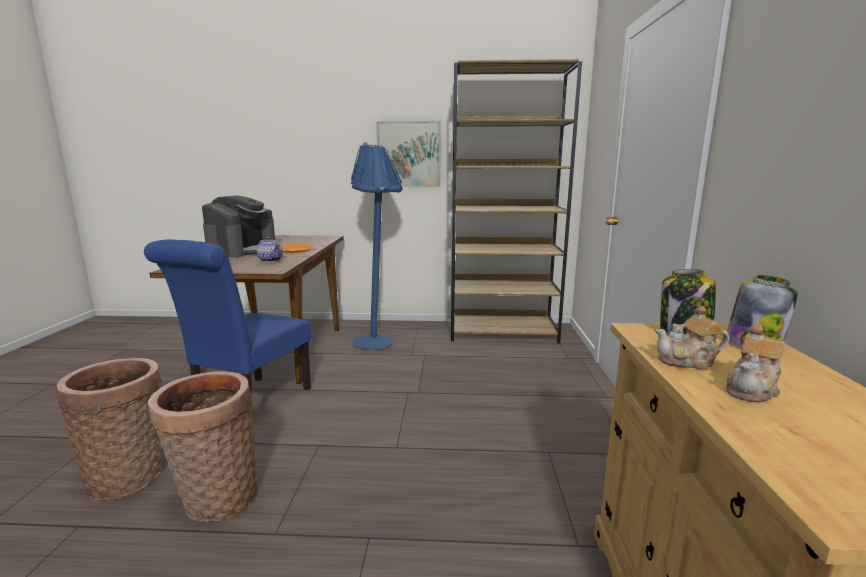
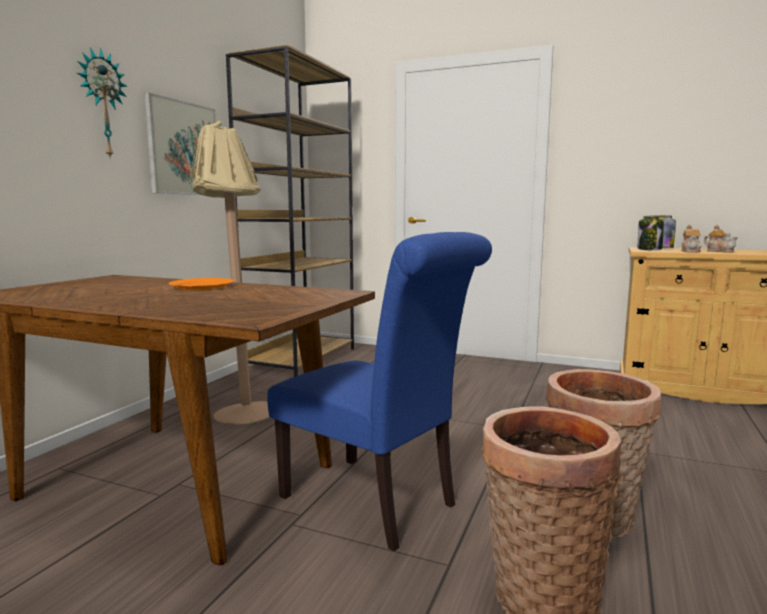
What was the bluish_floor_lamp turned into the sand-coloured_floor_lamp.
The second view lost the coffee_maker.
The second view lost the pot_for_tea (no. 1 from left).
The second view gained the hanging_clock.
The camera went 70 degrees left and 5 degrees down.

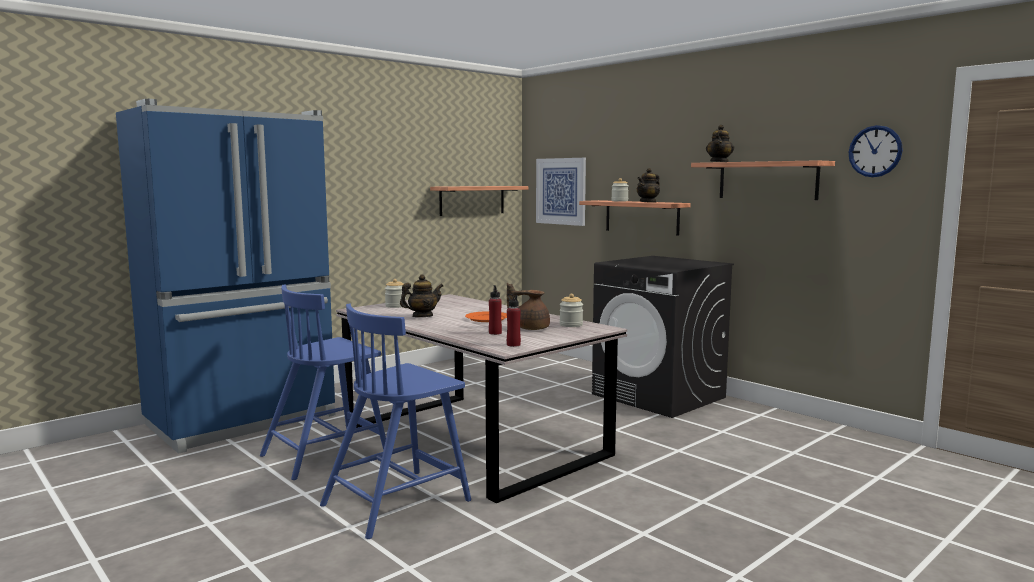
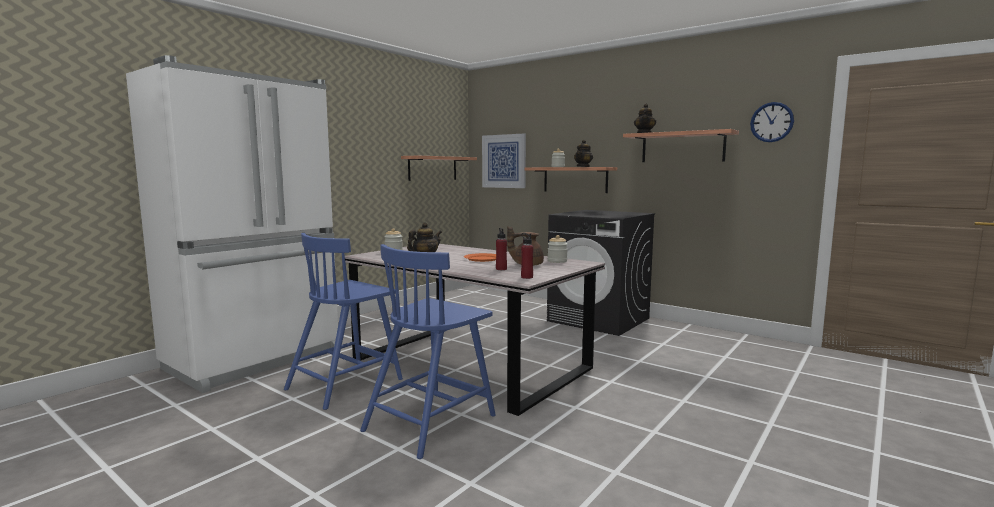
What was the bluish_kitchen_fridge turned into the white_kitchen_fridge.
The camera went 10 degrees left and 0 degrees up.

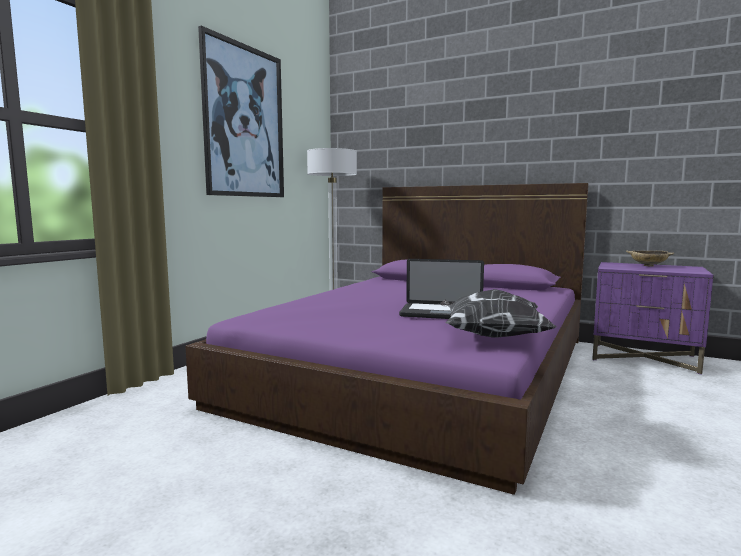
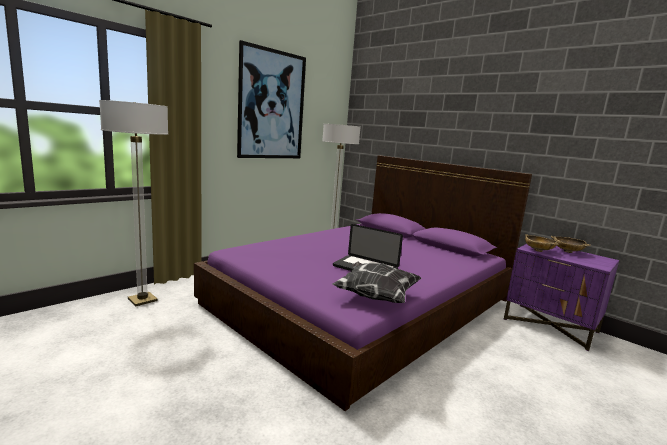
The second view gained the floor_lamp (no. 1 from left).
The second view gained the sand-coloured_deep_dish (no. 1 from left).
The camera went 15 degrees right and 5 degrees up.

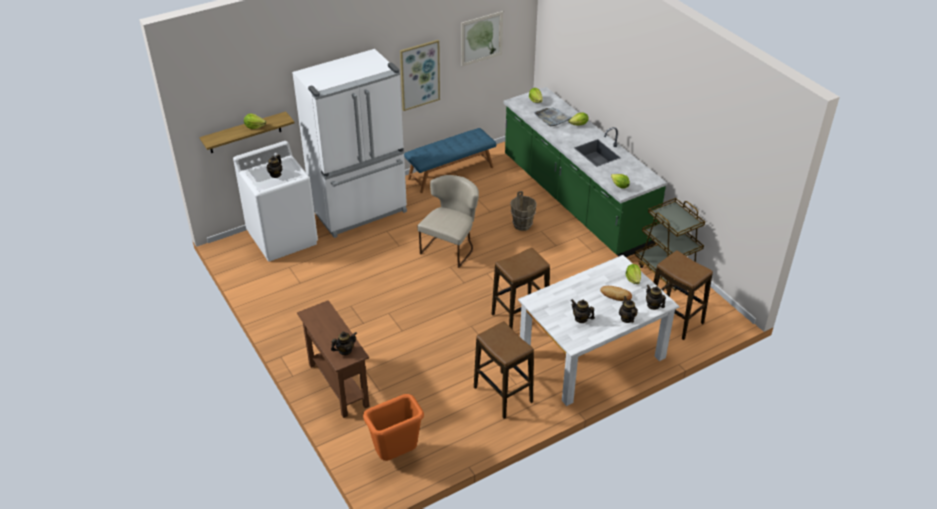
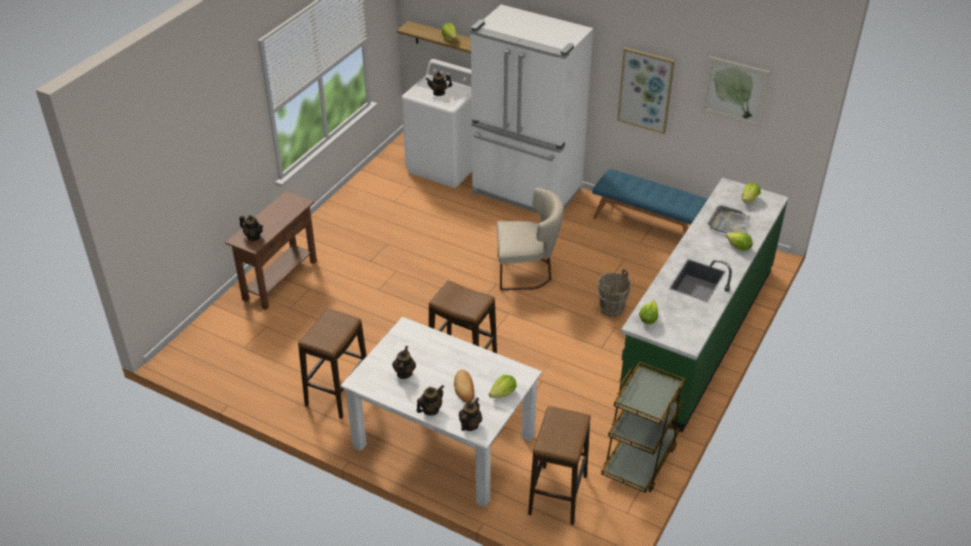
The second view lost the orangey_trash_can.
The camera went 60 degrees right and 0 degrees up.

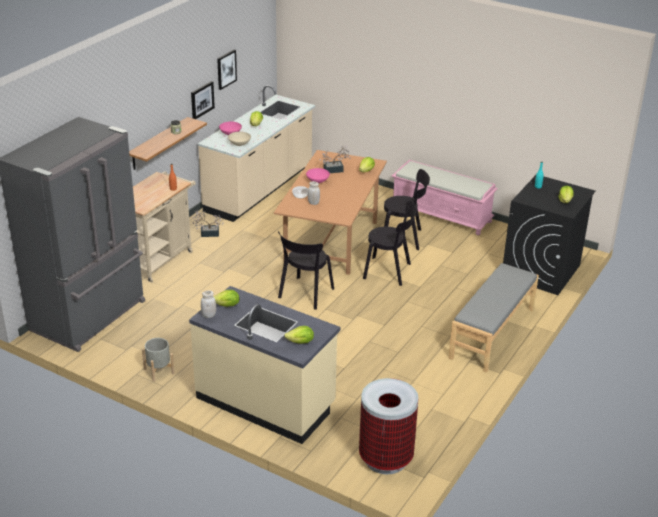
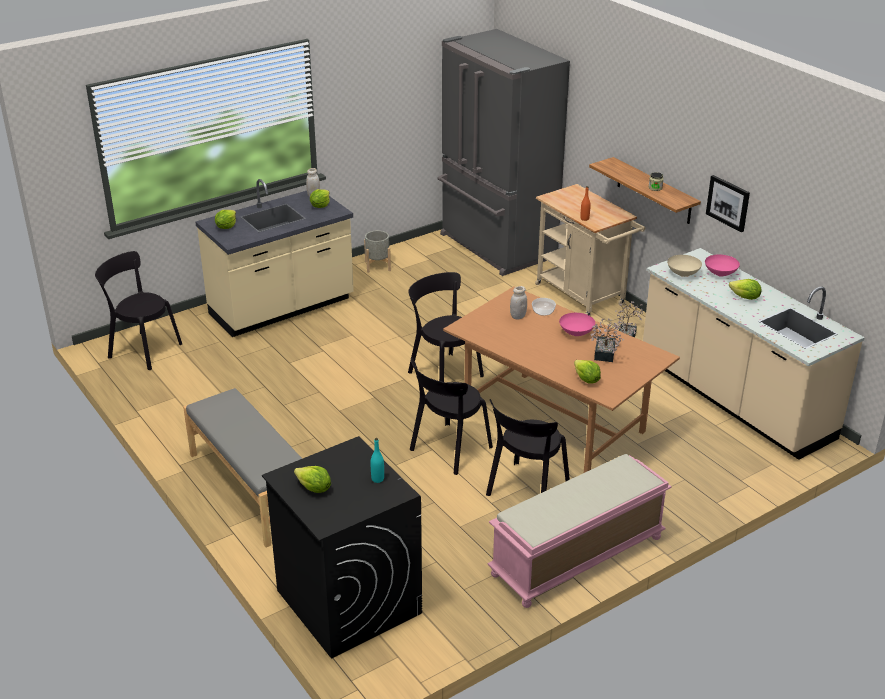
The second view lost the picture (no. 2 from left).
Where the trash_can stood, the black_plain_chair (no. 1 from left) came to stand.
The camera went 115 degrees right and 0 degrees up.

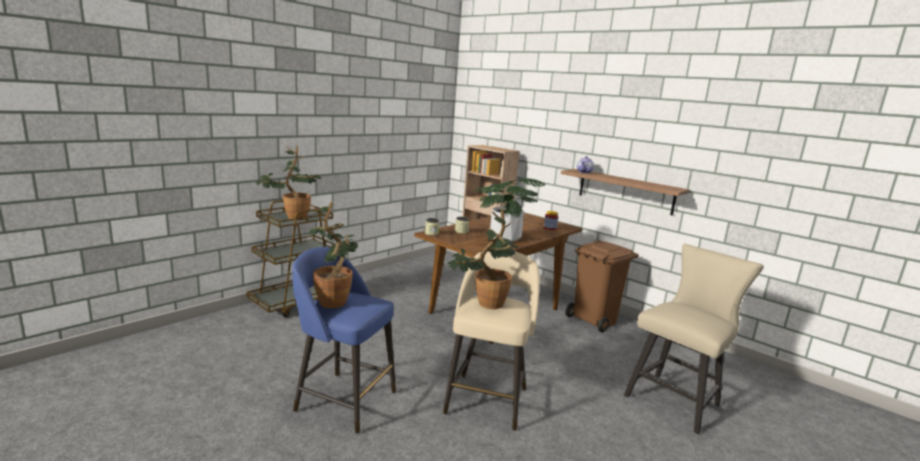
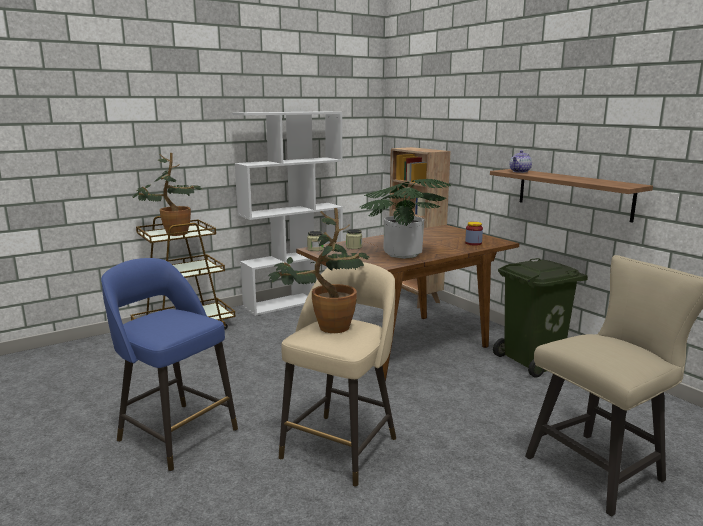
The second view lost the houseplant (no. 2 from left).
What was the brown_trash_can turned into the green-coloured_trash_can.
The second view gained the white_bookcase.
The camera went 15 degrees right and 0 degrees up.

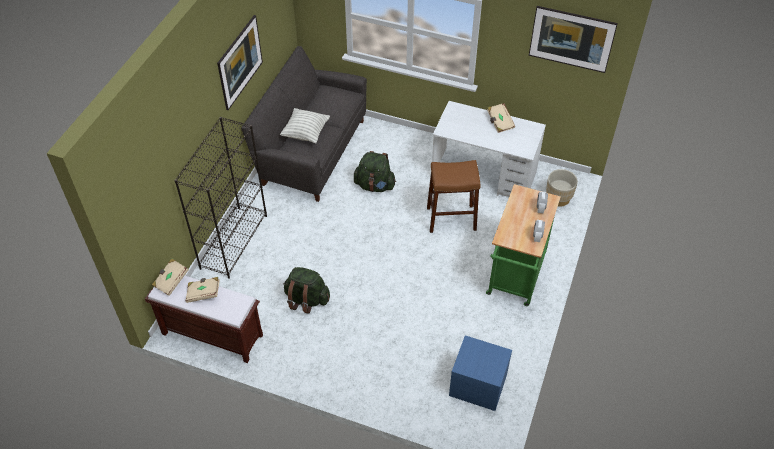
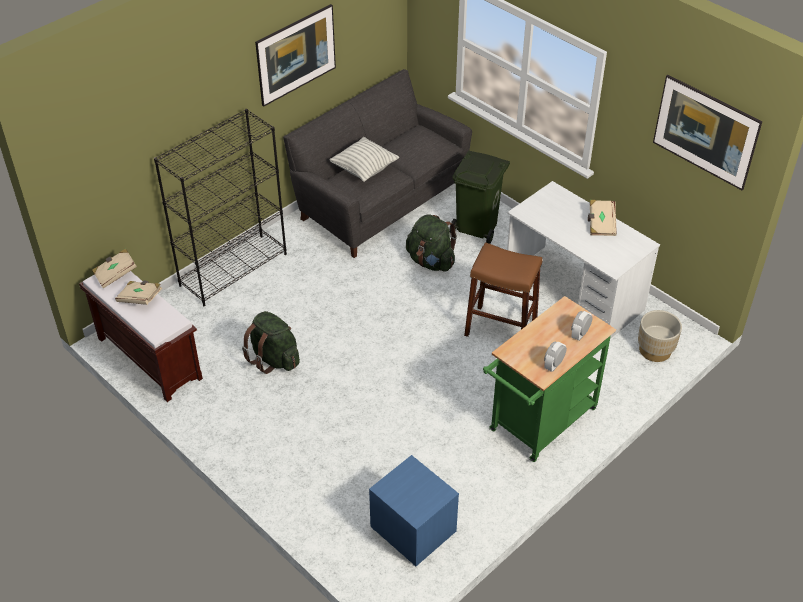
The second view gained the green-coloured_trash_can.
The camera went 25 degrees right and 5 degrees down.

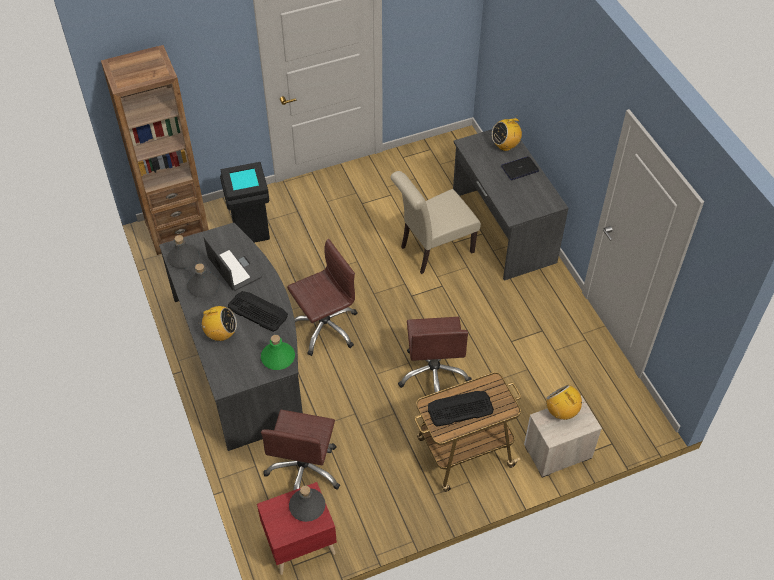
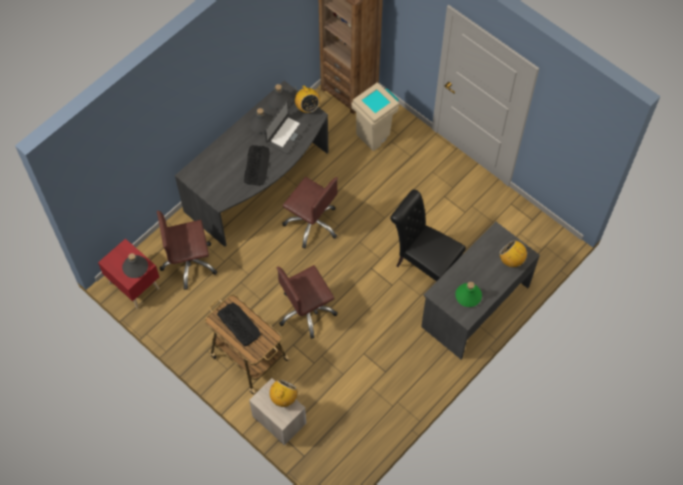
The second view lost the laptop (no. 2 from left).
What was the black_trash_can turned into the sand-coloured_trash_can.
What was the sand-coloured_plain_chair turned into the black_plain_chair.
The radio (no. 1 from left in the first image) ended up elsewhere.
The green-coloured_bottle ended up elsewhere.
The camera went 65 degrees right and 10 degrees up.

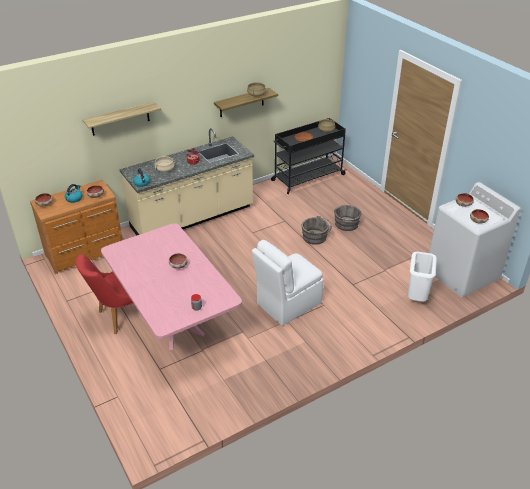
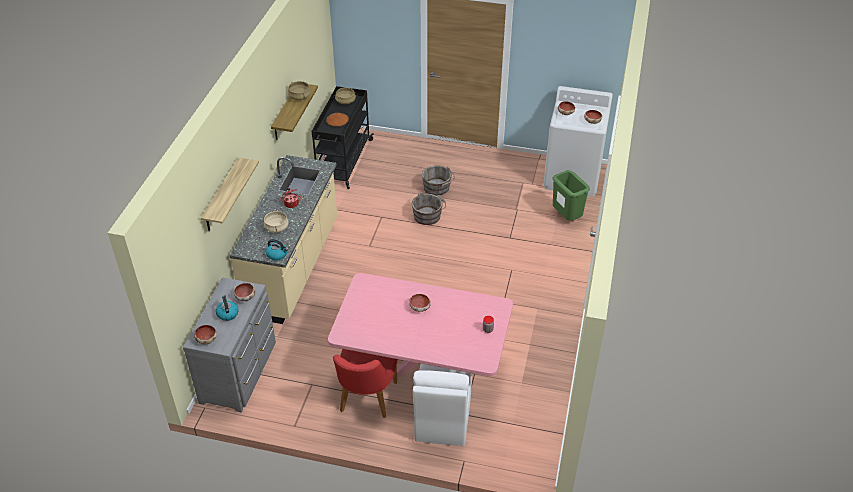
What was the brown_dresser turned into the greyish_dresser.
The white_plain_chair ended up elsewhere.
What was the white_trash_can turned into the green-coloured_trash_can.
The camera went 45 degrees left and 5 degrees up.

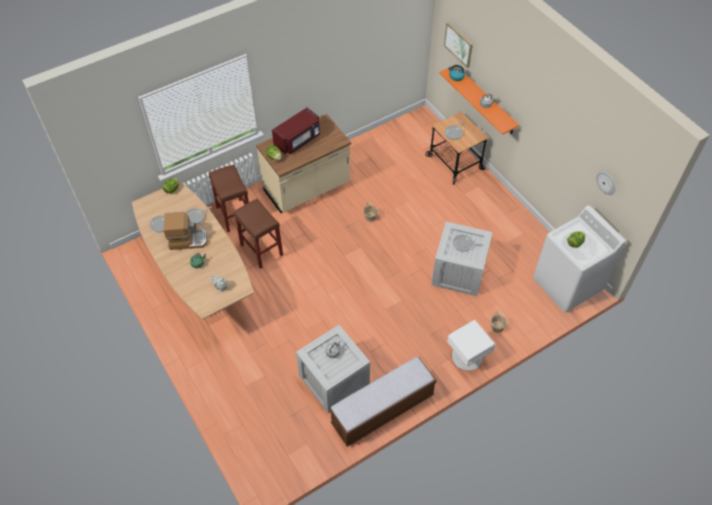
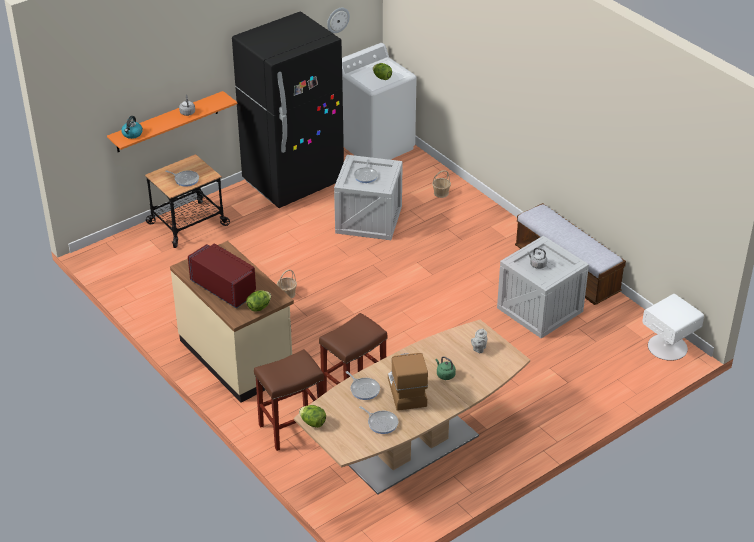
The second view lost the picture.
The white_nightstand ended up elsewhere.
The second view gained the black_kitchen_fridge.
The camera went 95 degrees left and 15 degrees down.

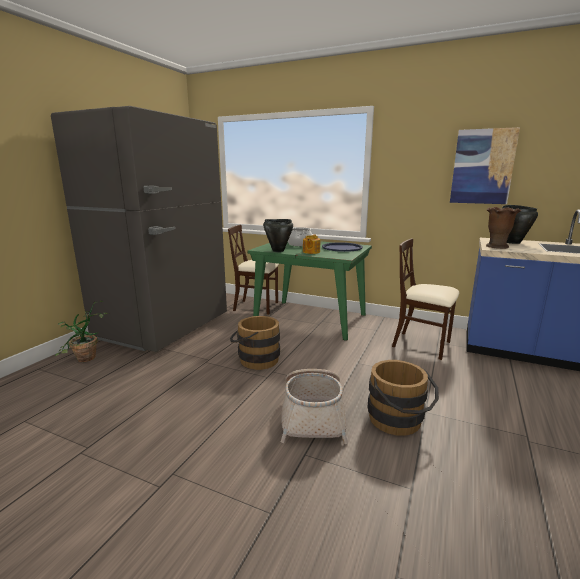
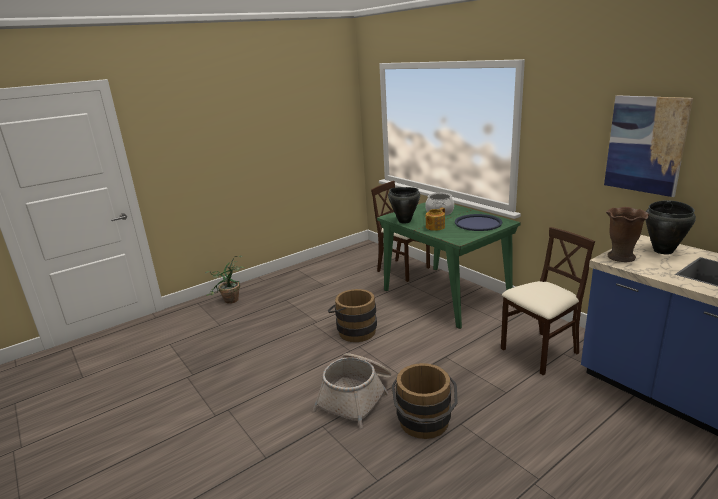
The second view lost the greyish_kitchen_fridge.
The sand-coloured_plain_chair (no. 2 from left) ended up facing another way, 90 degrees clockwise from before.
The camera went 30 degrees right and 5 degrees up.

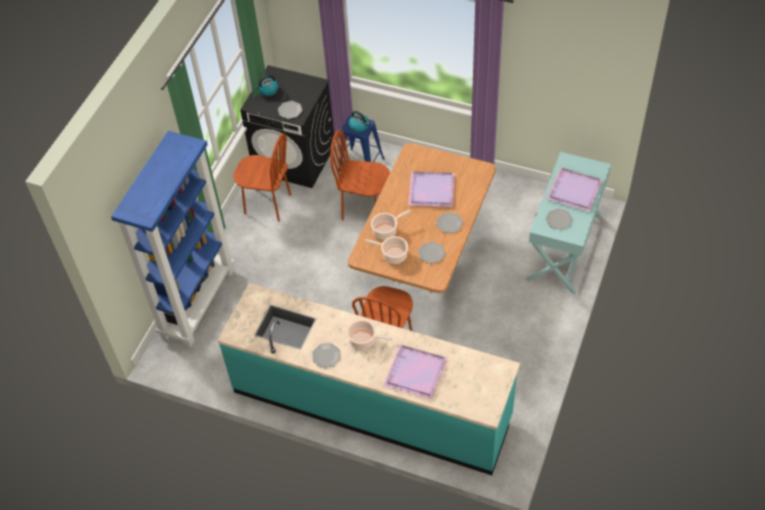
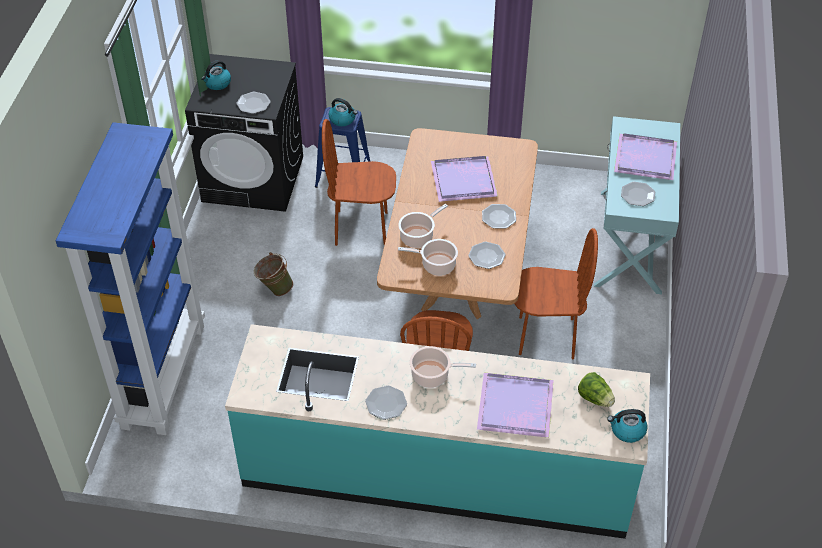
The brown_plain_chair (no. 1 from left in the first image) ended up elsewhere.
The second view gained the green-coloured_bucket.
The second view gained the lettuce_head.
The second view gained the water_kettle (no. 3 from left).
The camera went 15 degrees left and 5 degrees down.

